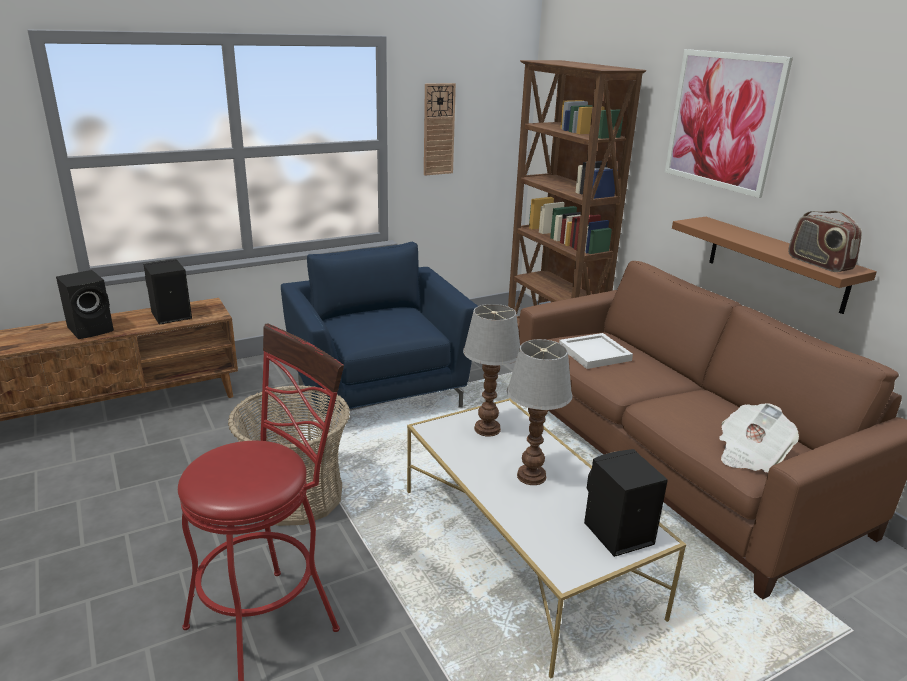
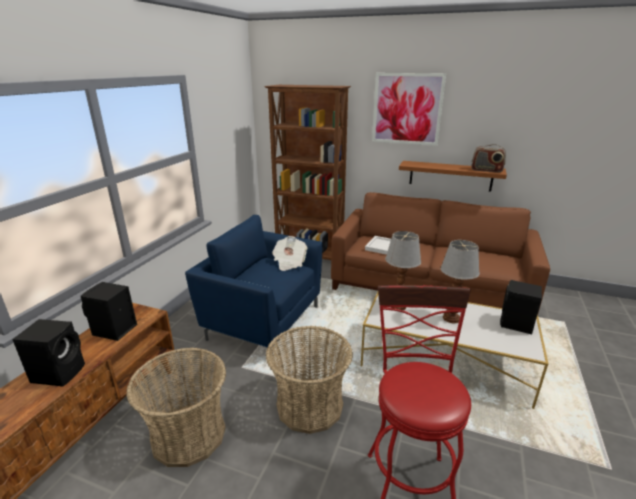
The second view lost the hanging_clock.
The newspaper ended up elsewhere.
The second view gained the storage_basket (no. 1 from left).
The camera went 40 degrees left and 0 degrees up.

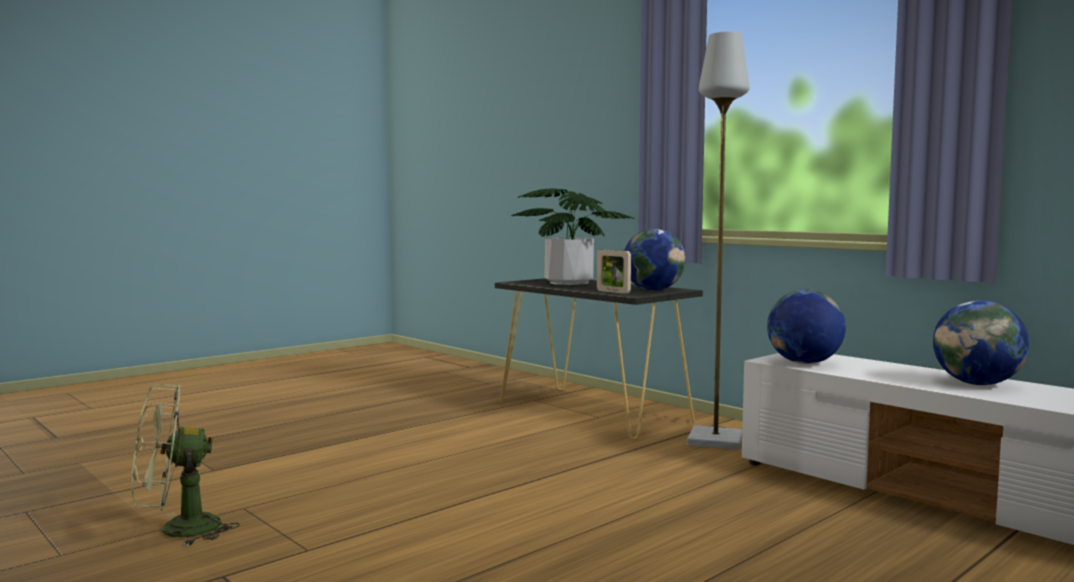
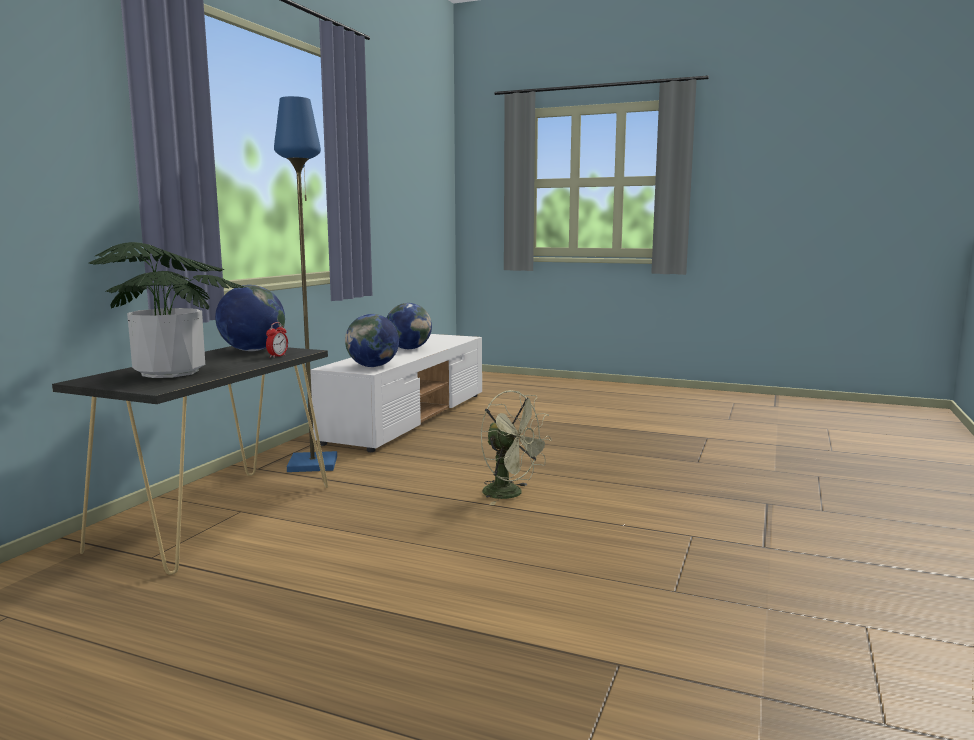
What was the greyish_floor_lamp turned into the bluish_floor_lamp.
Where the picture_frame stood, the bedside_clock came to stand.
The green-coloured_cooling_fan ended up elsewhere.
The camera went 115 degrees left and 5 degrees up.

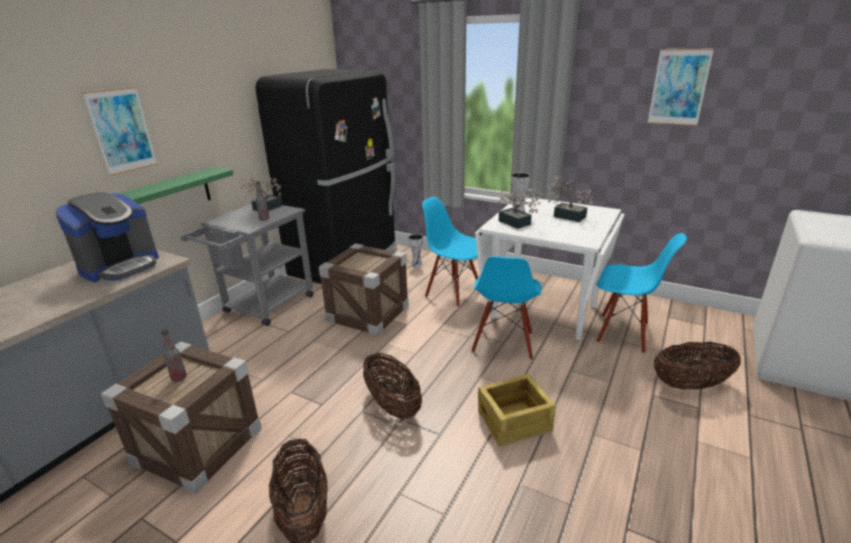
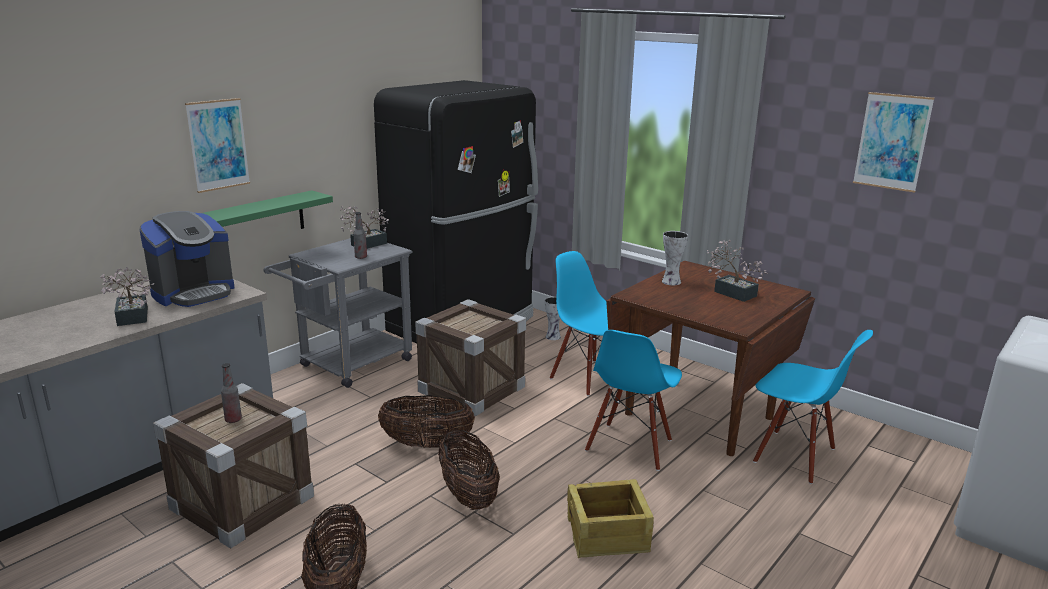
The houseplant (no. 2 from left in the first image) ended up elsewhere.
What was the white_kitchen_table turned into the brown_kitchen_table.
The storage_basket (no. 3 from left in the first image) ended up elsewhere.
The camera went 10 degrees right and 5 degrees down.

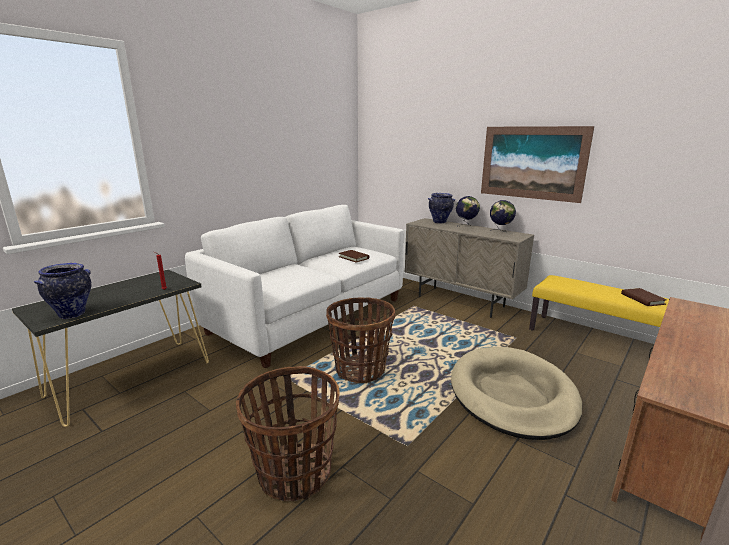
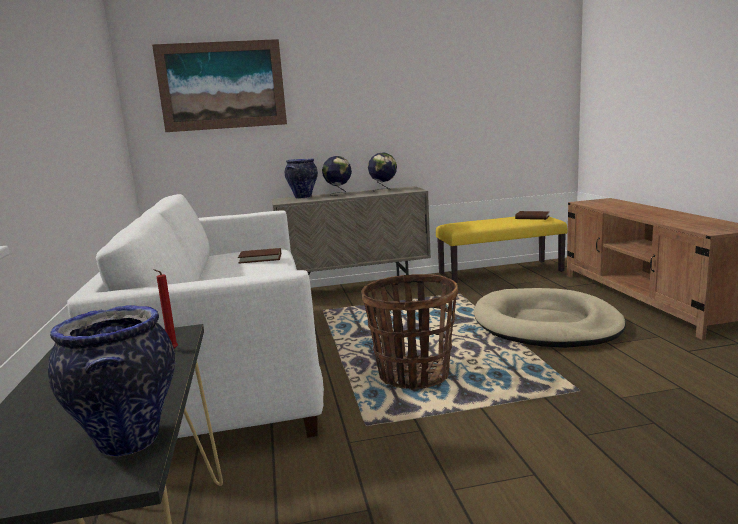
The picture ended up elsewhere.
The second view lost the storage_basket (no. 1 from left).
The camera went 50 degrees left and 5 degrees down.

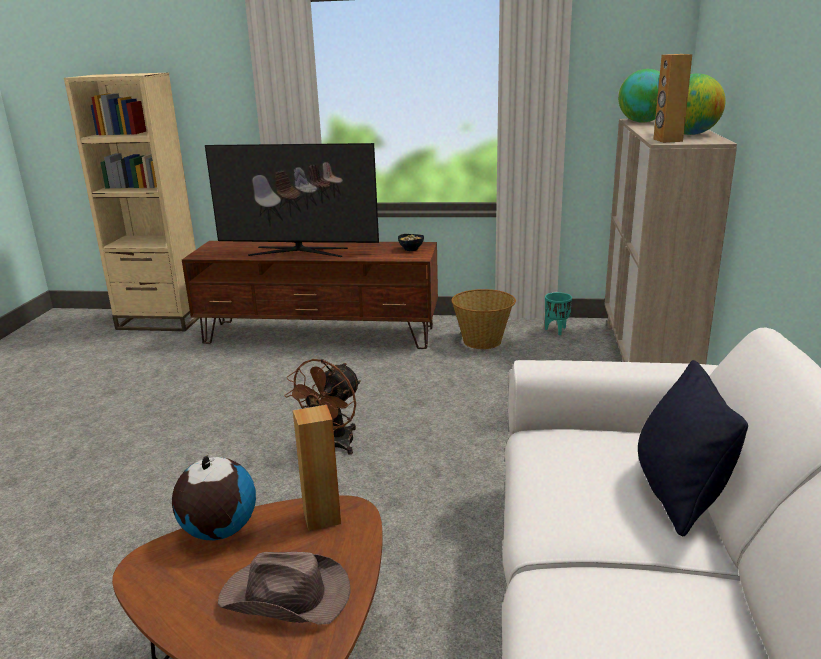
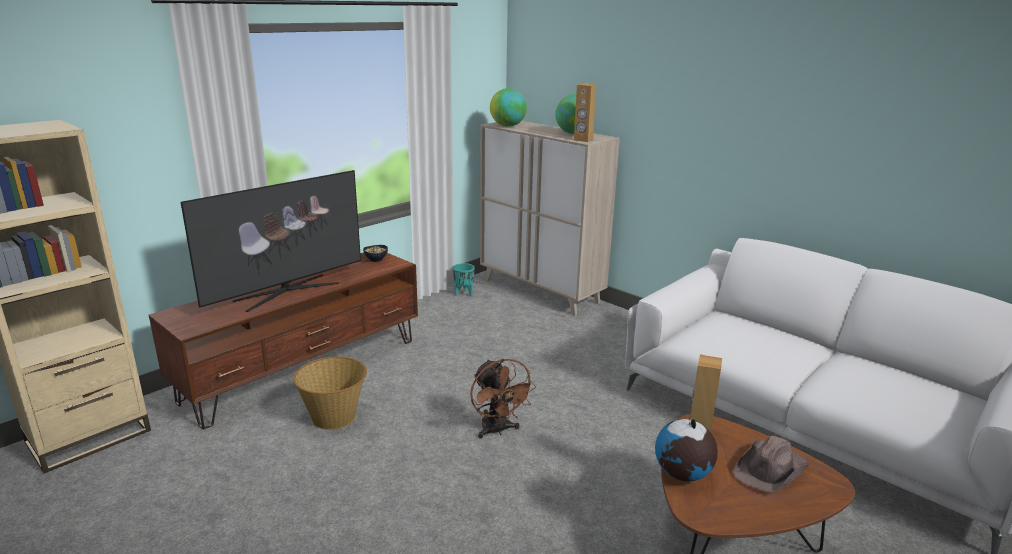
The storage_basket ended up elsewhere.
The second view lost the black_throw_pillow.
The camera went 55 degrees left and 0 degrees up.

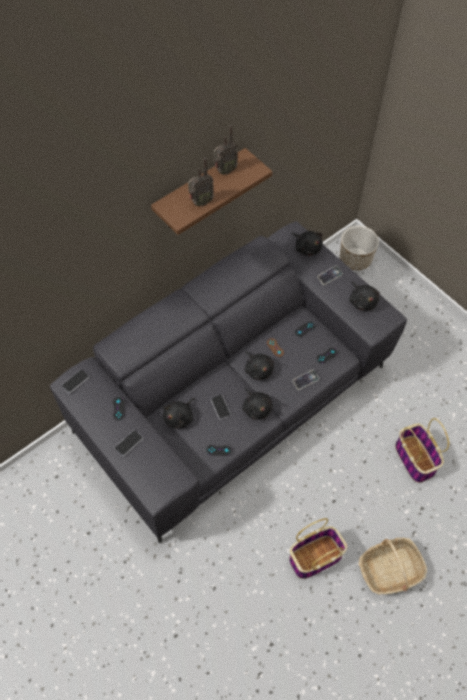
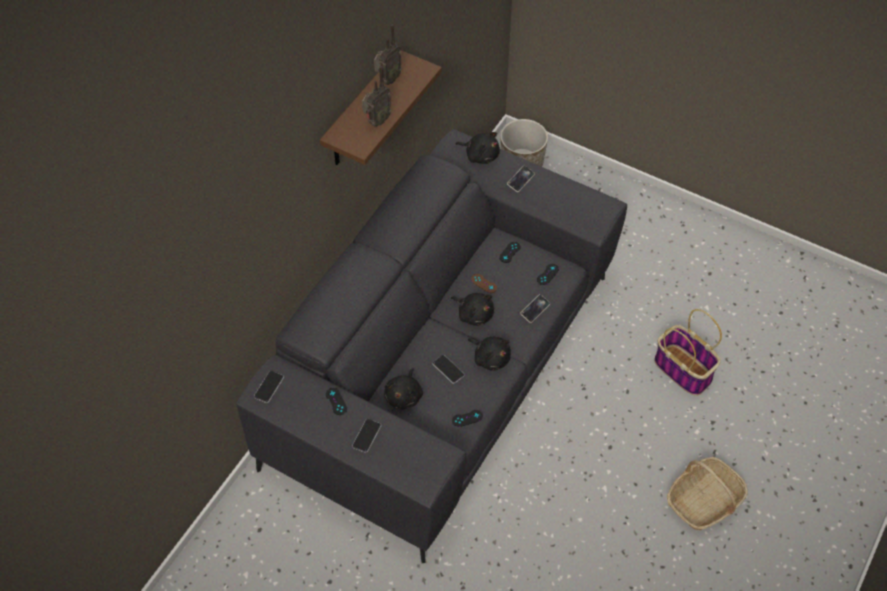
The second view lost the black_plush_toy (no. 5 from left).
The second view lost the storage_basket (no. 1 from left).
The camera went 20 degrees left and 5 degrees down.

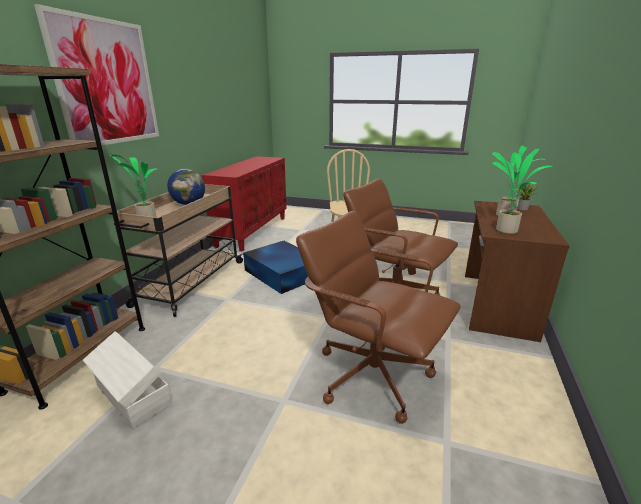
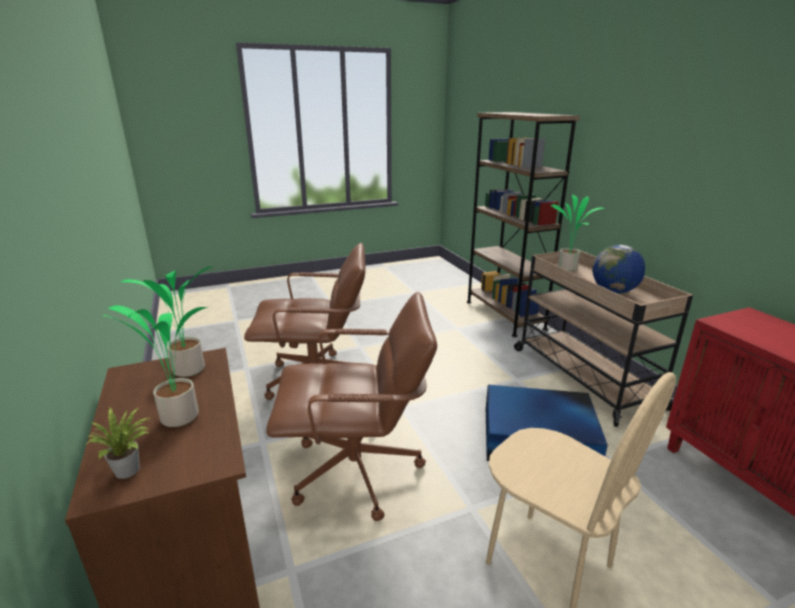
The second view lost the picture.
The second view lost the white_storage_box.
The camera went 140 degrees right and 0 degrees up.

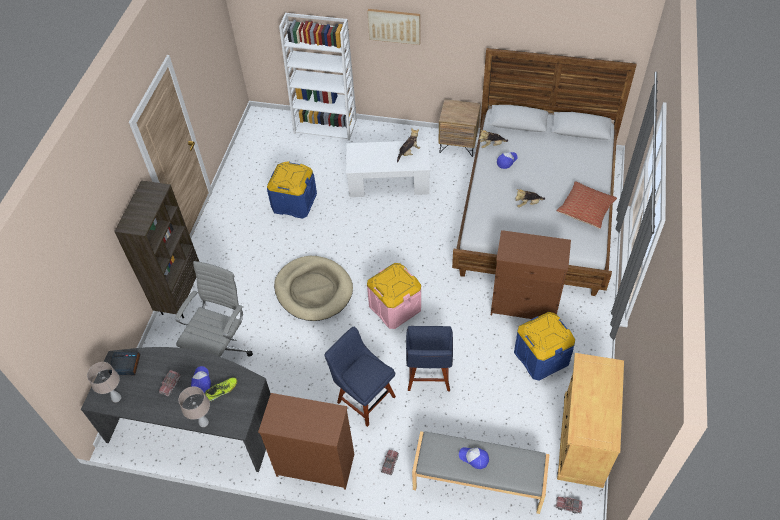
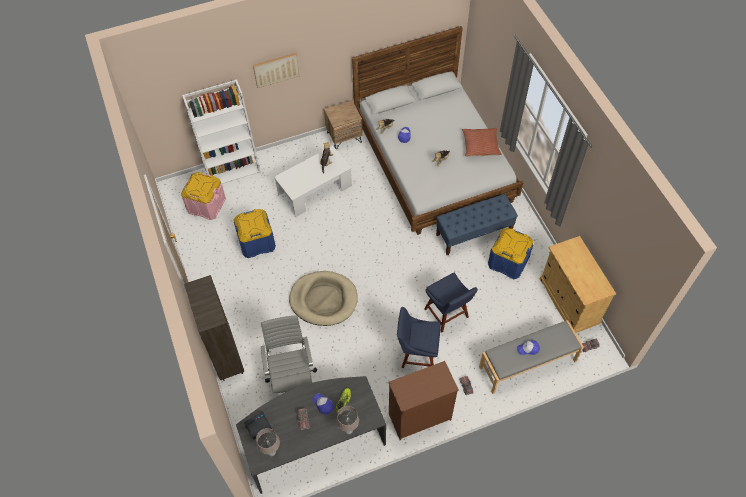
Where the brown_dresser (no. 2 from left) stood, the bluish_long_seat came to stand.
The pink_storage_box ended up elsewhere.
The camera went 35 degrees left and 5 degrees up.

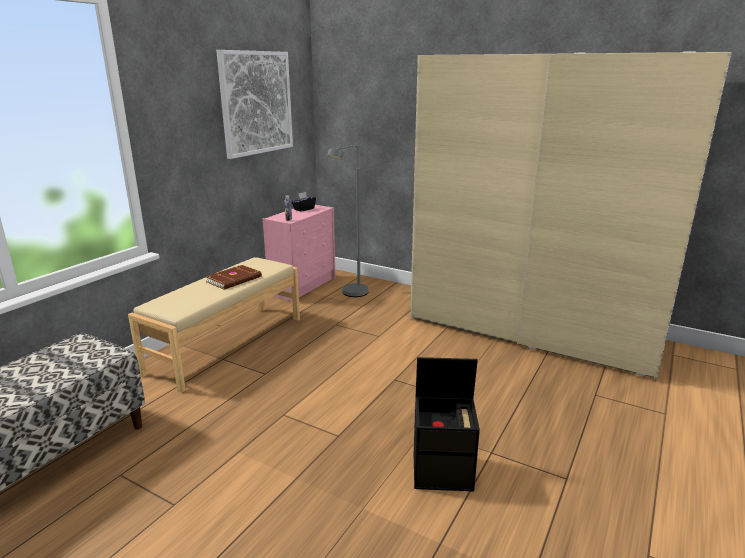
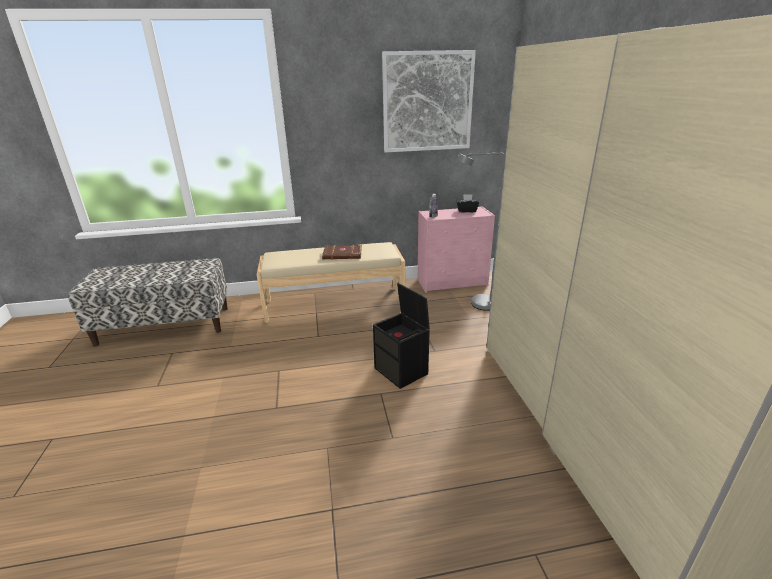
The black_storage_box ended up elsewhere.
The camera went 50 degrees right and 5 degrees up.

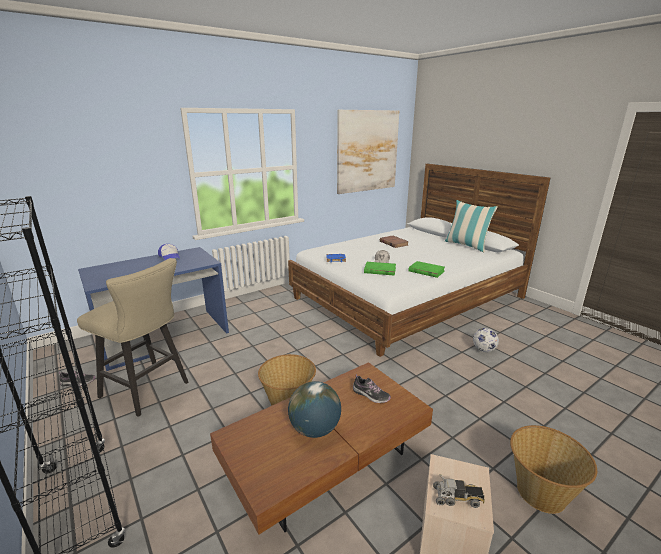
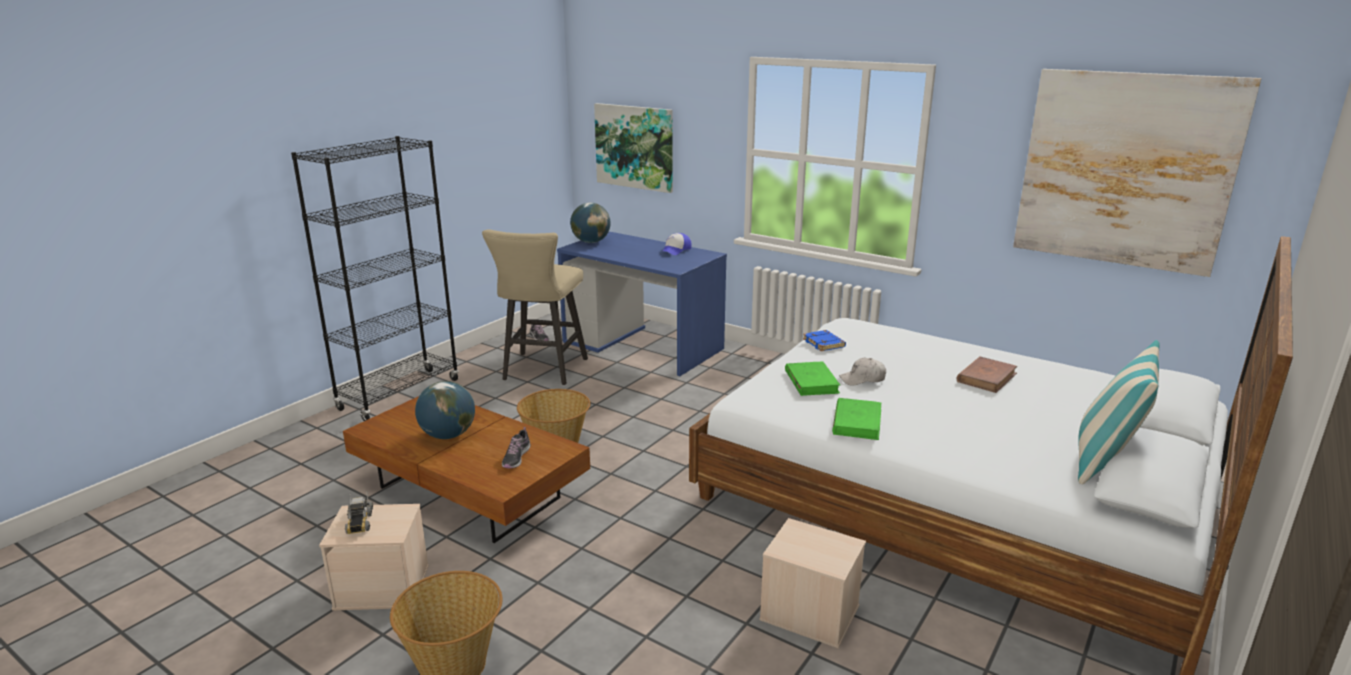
Where the football stood, the sand-coloured_storage_box (no. 2 from left) came to stand.
The second view gained the picture (no. 1 from left).
The second view gained the desk_globe (no. 2 from left).
The camera went 70 degrees right and 0 degrees up.

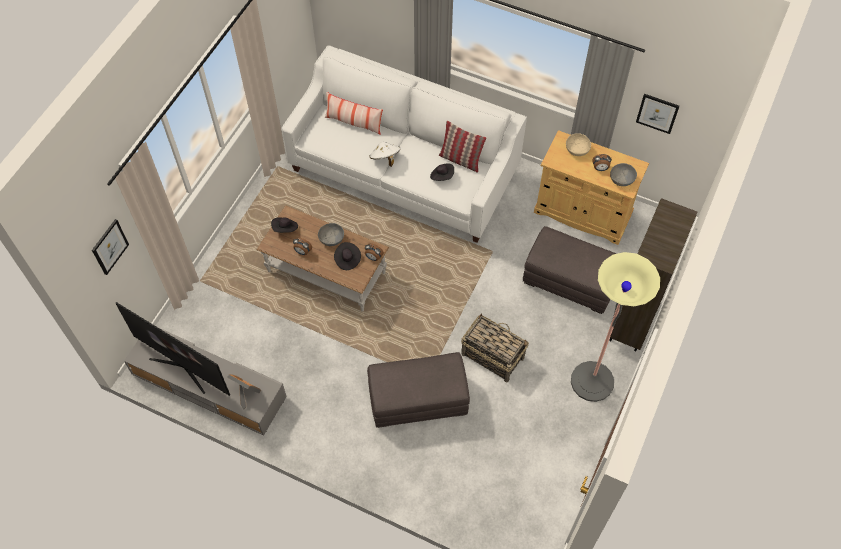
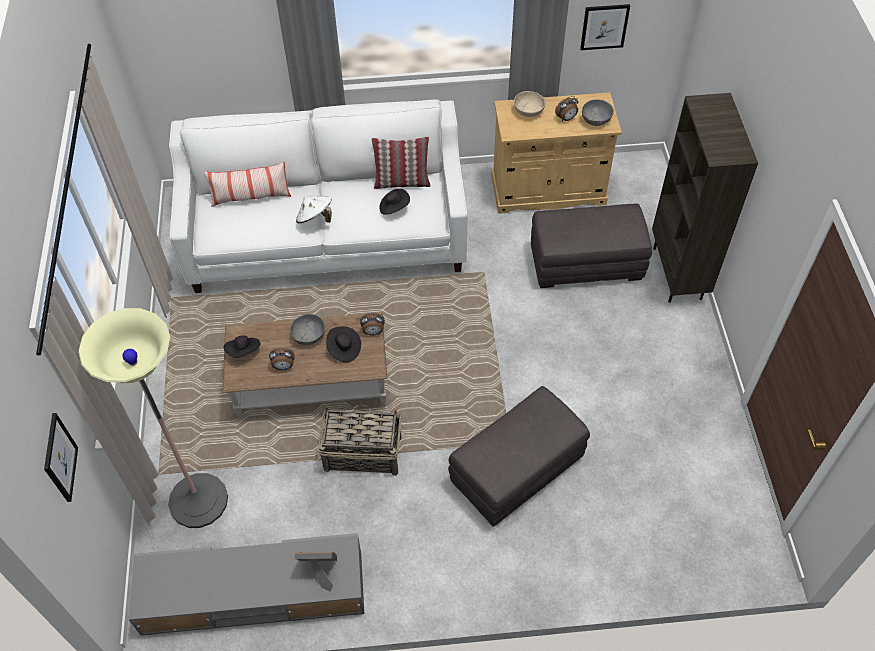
The floor_lamp ended up elsewhere.
The second view lost the TV.
The storage_basket ended up elsewhere.
The camera went 30 degrees left and 5 degrees down.

